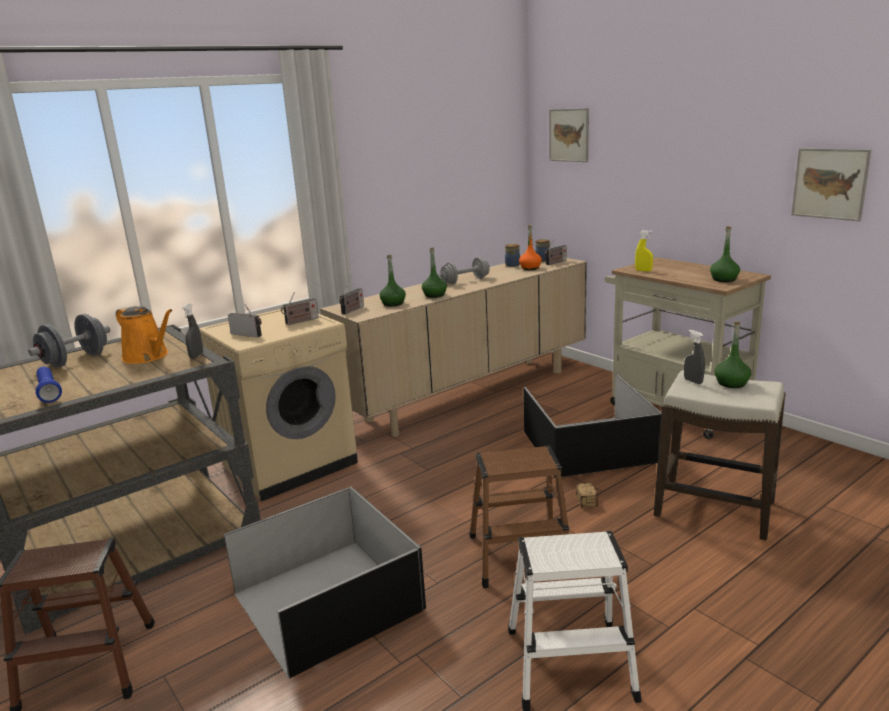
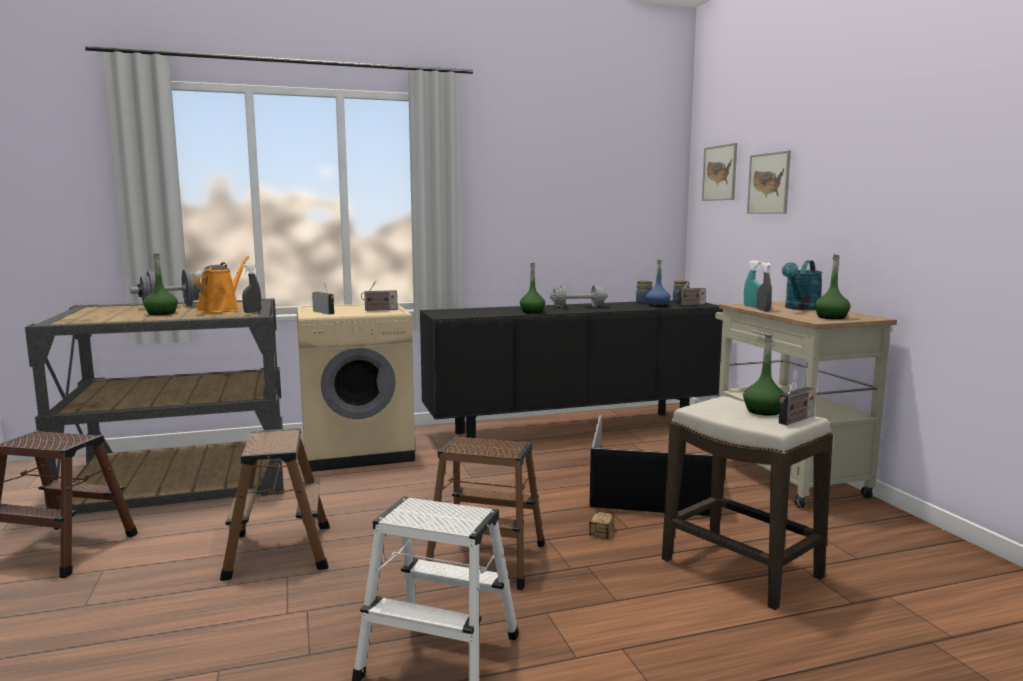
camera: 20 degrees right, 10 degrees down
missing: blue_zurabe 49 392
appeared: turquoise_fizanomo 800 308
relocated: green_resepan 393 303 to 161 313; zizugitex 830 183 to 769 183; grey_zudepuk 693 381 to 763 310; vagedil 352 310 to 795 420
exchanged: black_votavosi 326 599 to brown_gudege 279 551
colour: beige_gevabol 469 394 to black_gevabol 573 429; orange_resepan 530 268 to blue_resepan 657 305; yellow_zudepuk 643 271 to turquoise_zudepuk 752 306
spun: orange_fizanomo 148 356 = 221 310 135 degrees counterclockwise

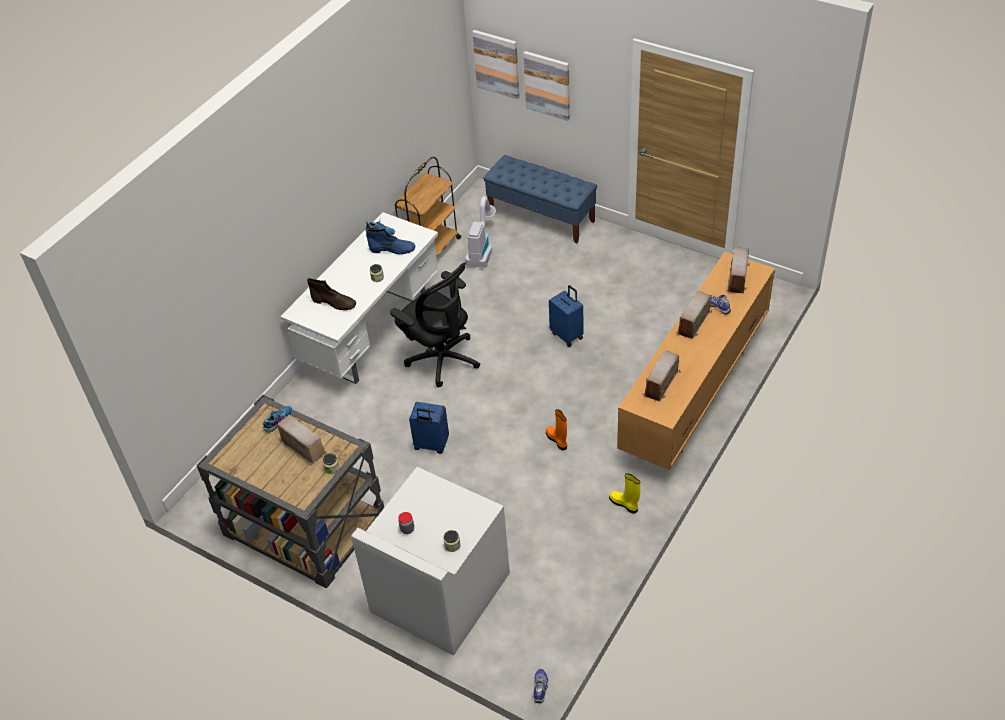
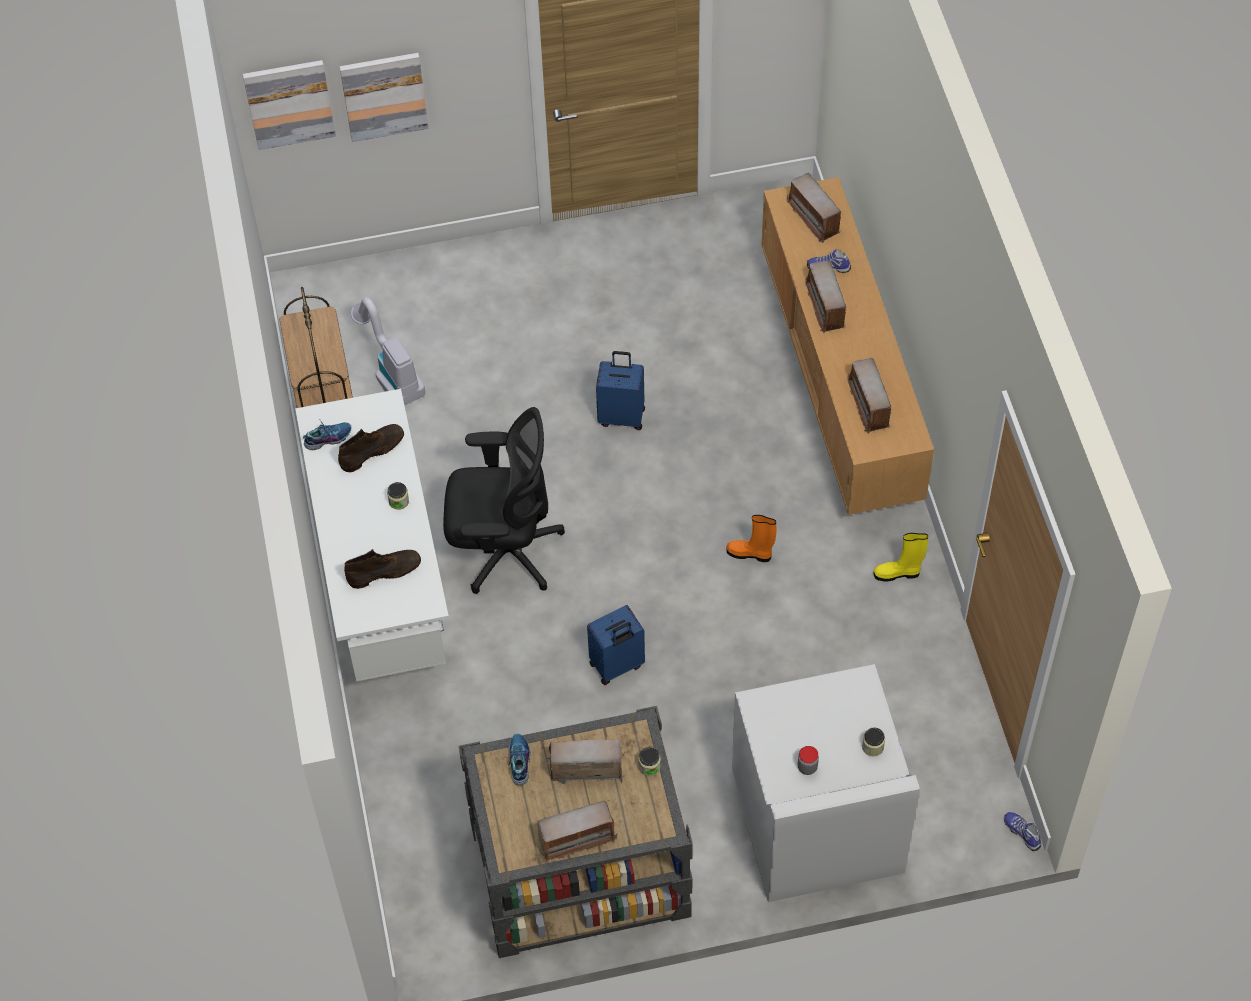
camera: 45 degrees left, 10 degrees up
missing: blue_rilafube 541 216
appeared: vagedil 577 838
colour: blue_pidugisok 393 249 to brown_pidugisok 372 450

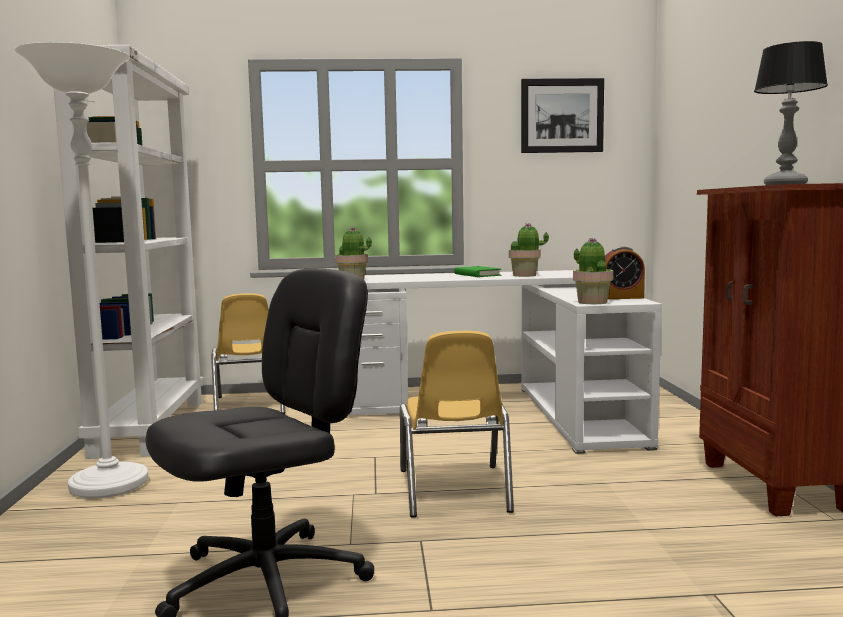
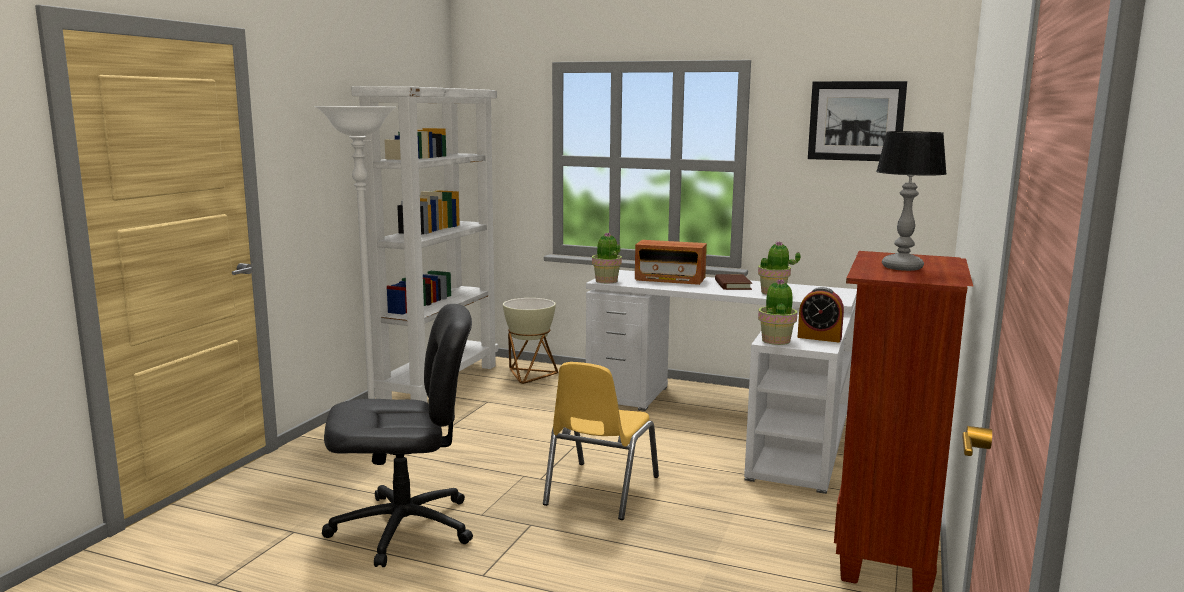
camera: 25 degrees right, 5 degrees up
appeared: vagedil 670 280
exchanged: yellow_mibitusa 250 405 to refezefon 529 376
colour: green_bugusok 477 275 to brown_bugusok 732 285

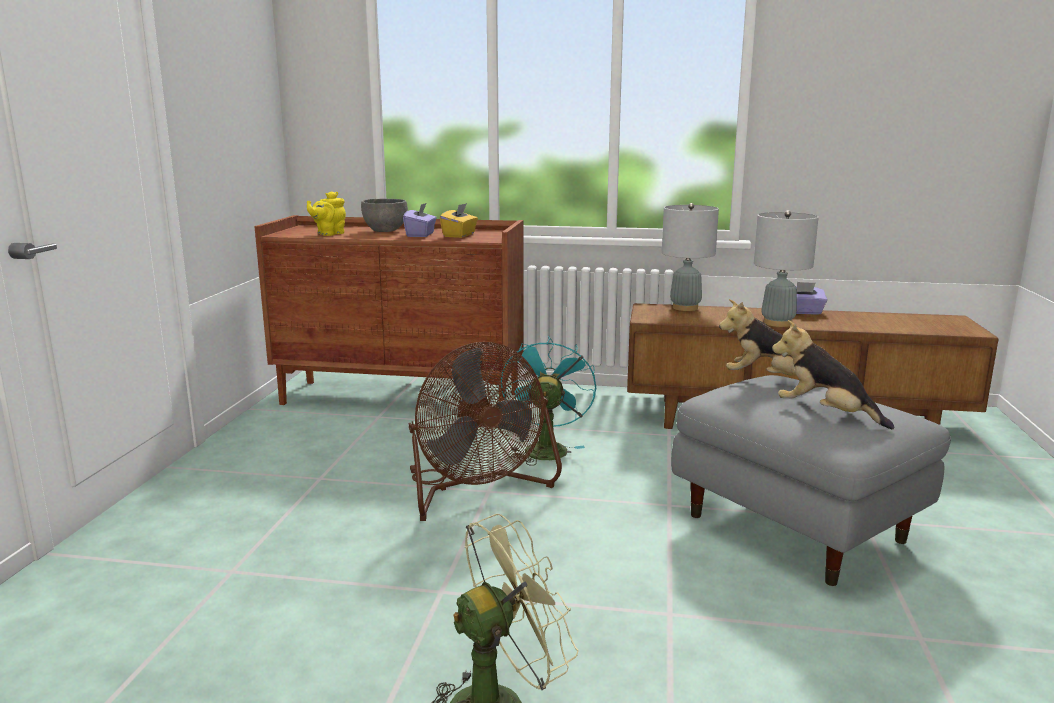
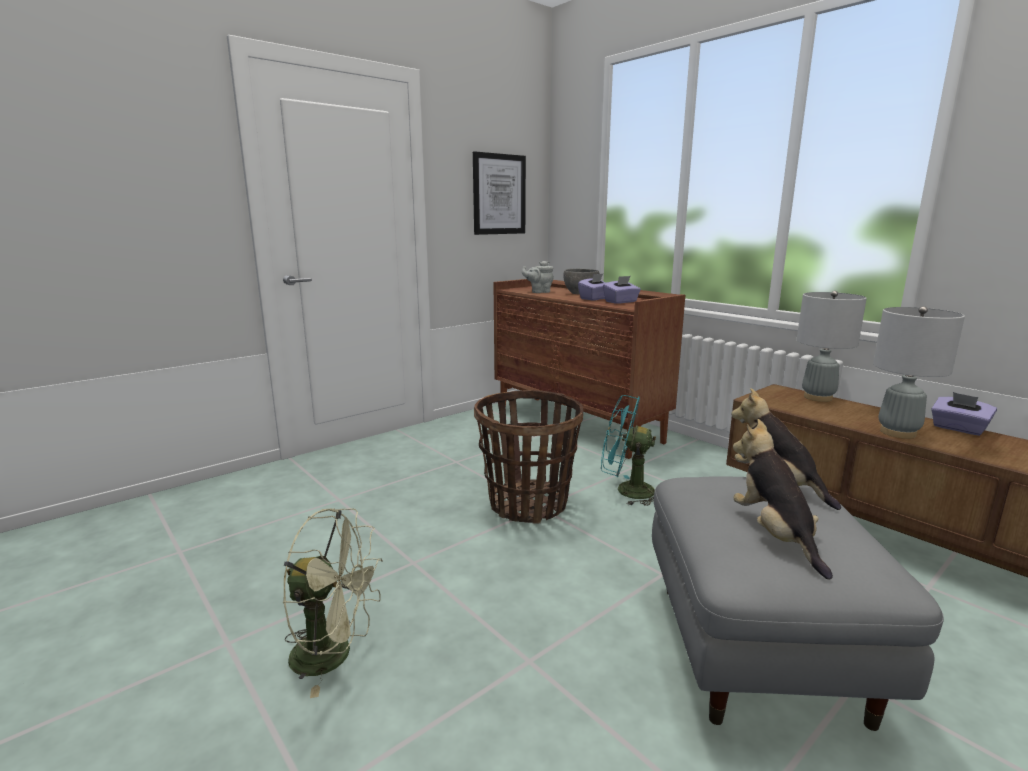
camera: 40 degrees right, 0 degrees up
appeared: zizugitex 499 194
exchanged: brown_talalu 471 492 to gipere 528 504
colour: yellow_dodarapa 329 234 to grey_dodarapa 539 292; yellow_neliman 459 235 to purple_neliman 621 302
spun: turquoise_talalu 545 448 = 626 491 120 degrees counterclockwise

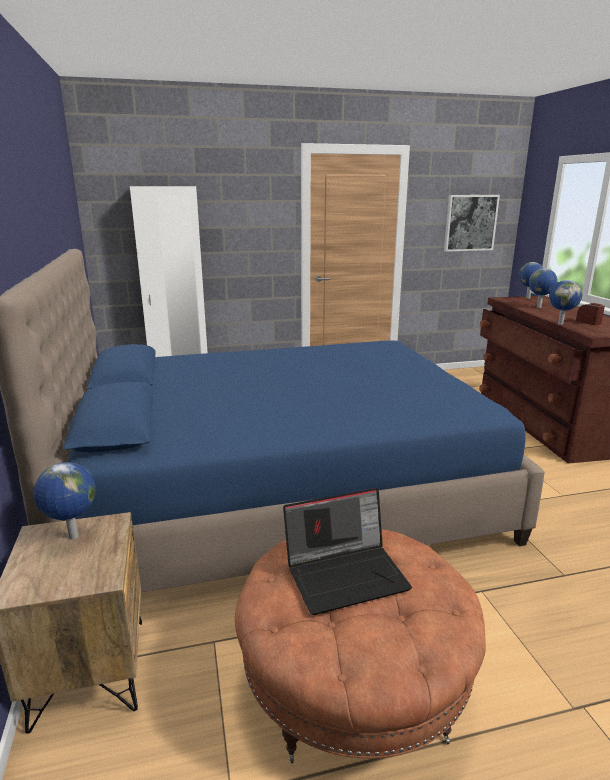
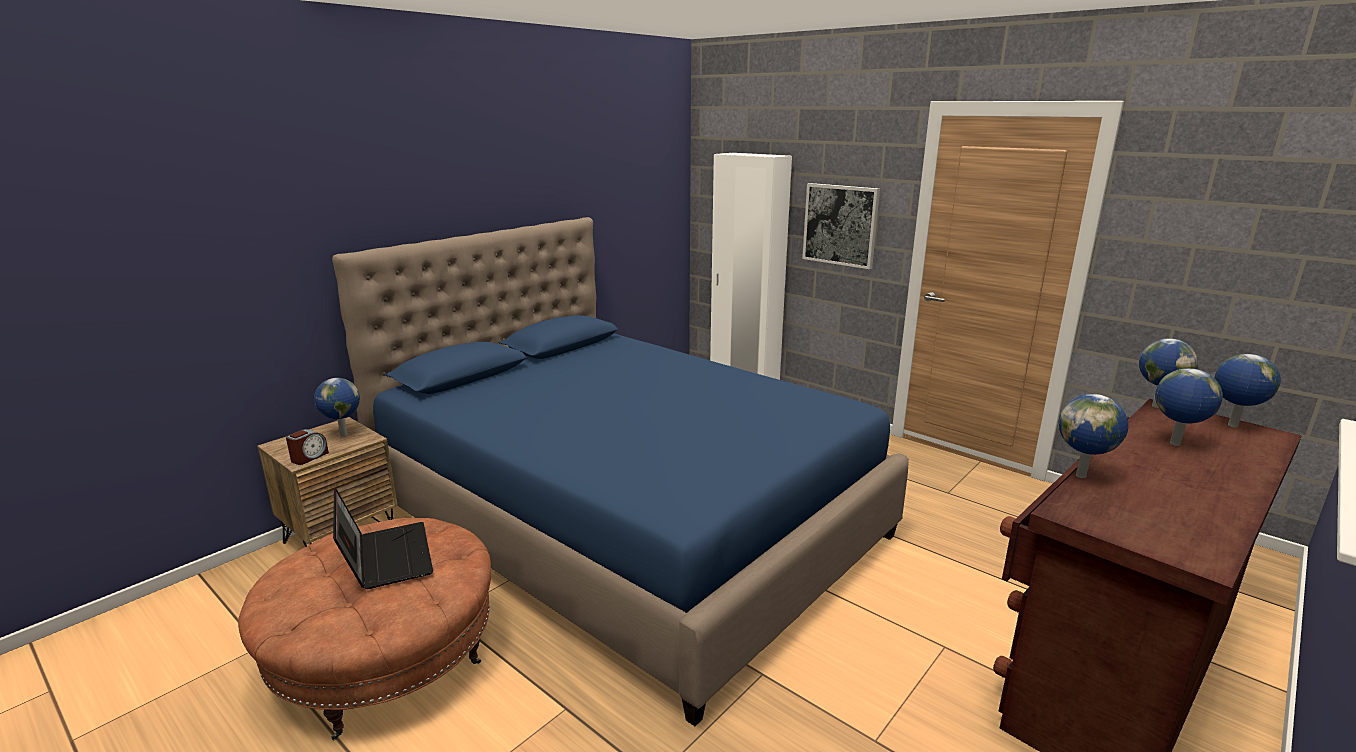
camera: 55 degrees right, 0 degrees up
appeared: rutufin 1155 405
relocated: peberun 589 322 to 309 457; zizugitex 470 223 to 840 225
spun: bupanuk 346 574 = 385 557 150 degrees counterclockwise

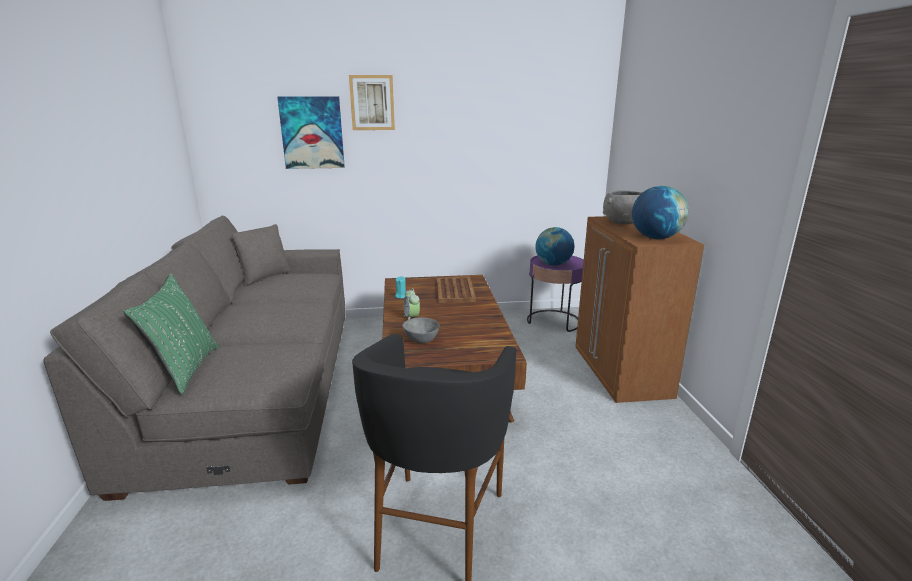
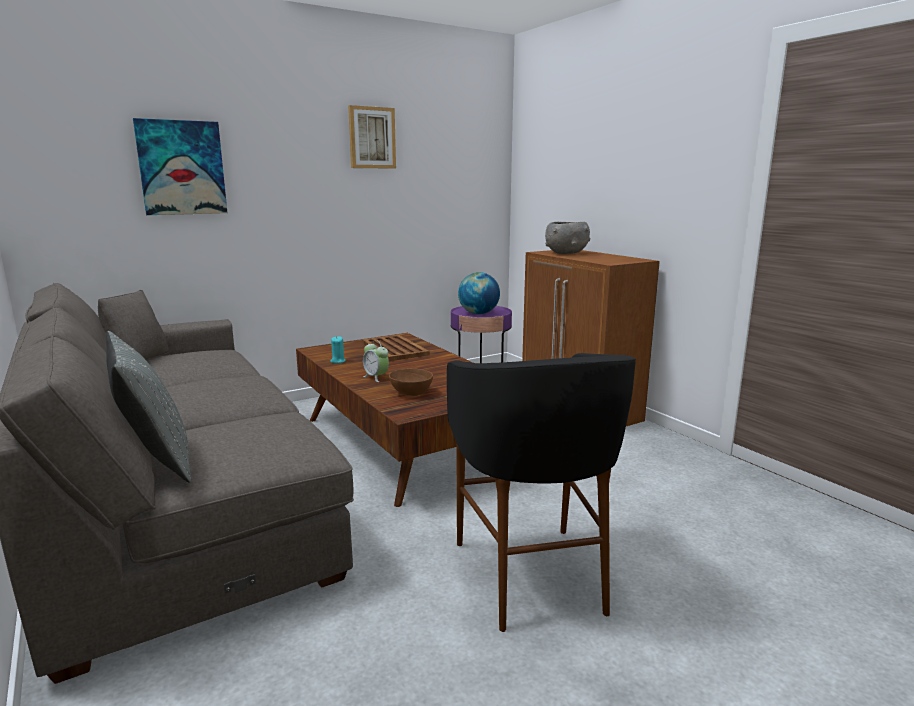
camera: 25 degrees left, 5 degrees down
missing: rutufin 655 238
relocated: zizugitex 372 103 to 372 138
colour: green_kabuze 185 369 to grey_kabuze 156 461; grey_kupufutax 421 339 to brown_kupufutax 410 393

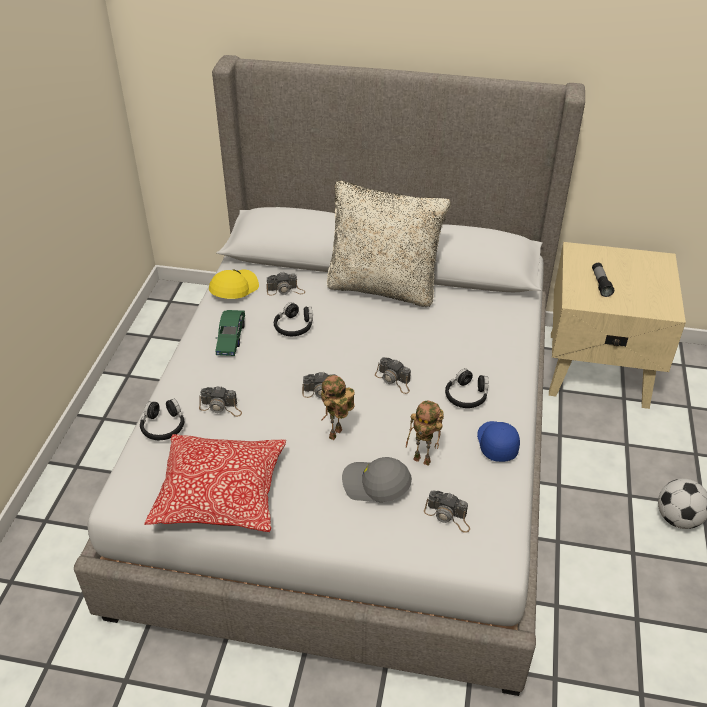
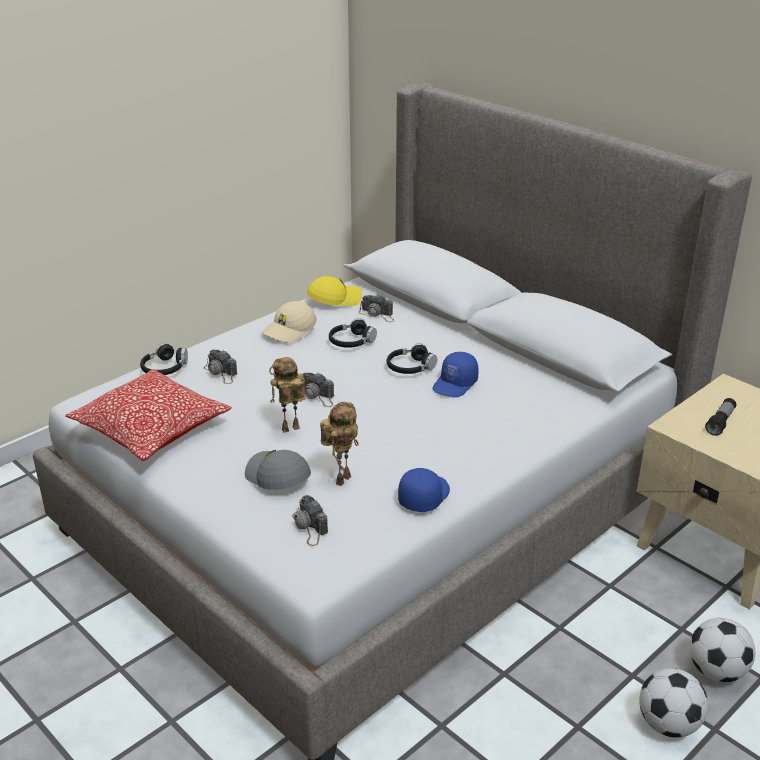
camera: 35 degrees right, 10 degrees down
missing: beige_kabuze 383 290; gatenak 394 380
appeared: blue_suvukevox 455 384; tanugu 716 671
relocated: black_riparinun 466 395 to 410 367
exchanged: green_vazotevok 231 338 to beige_suvukevox 290 331
spun: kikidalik 424 459 = 342 478 120 degrees counterclockwise

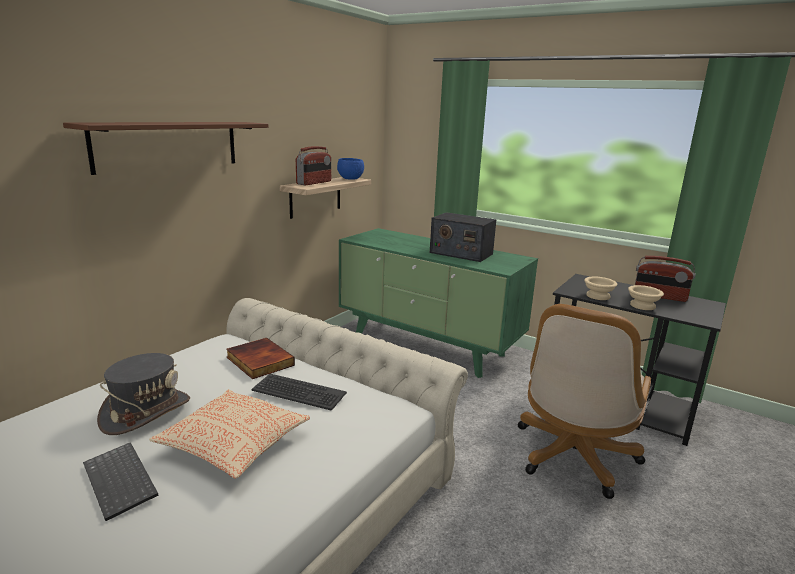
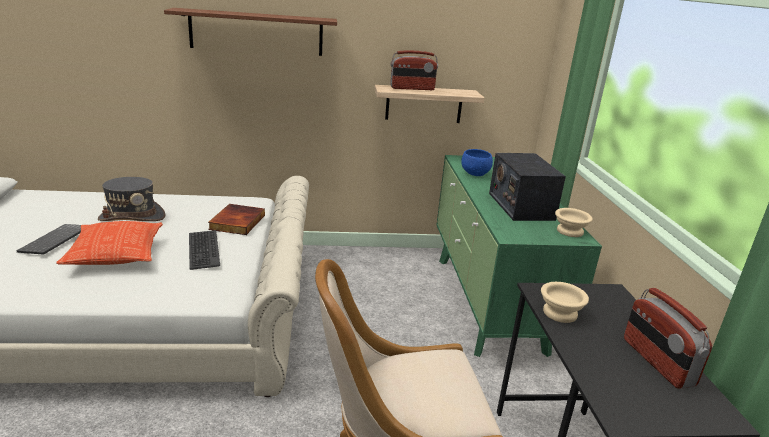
camera: 50 degrees right, 5 degrees up
relocated: blue_kupufutax 351 179 to 475 174; beige_kupufutax 641 305 to 569 231
colour: beige_kabuze 233 445 to orange_kabuze 116 255

